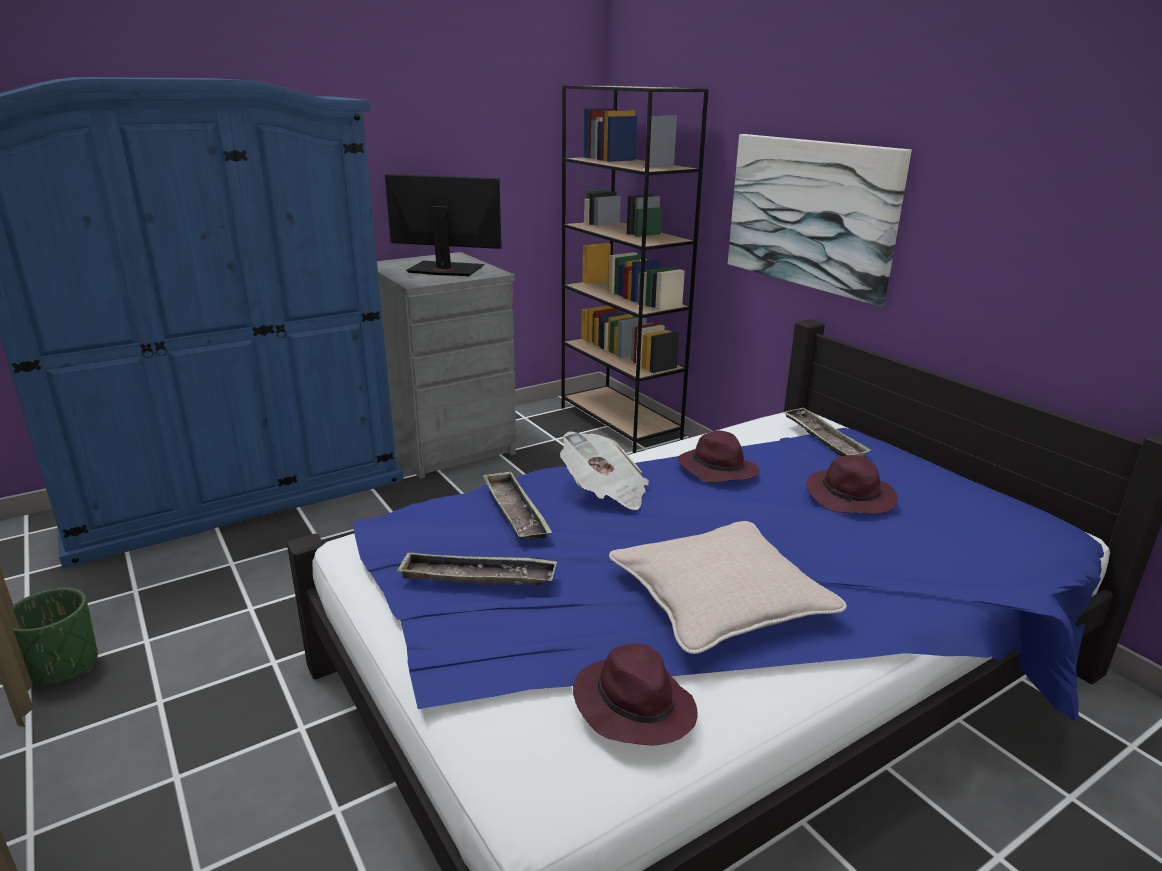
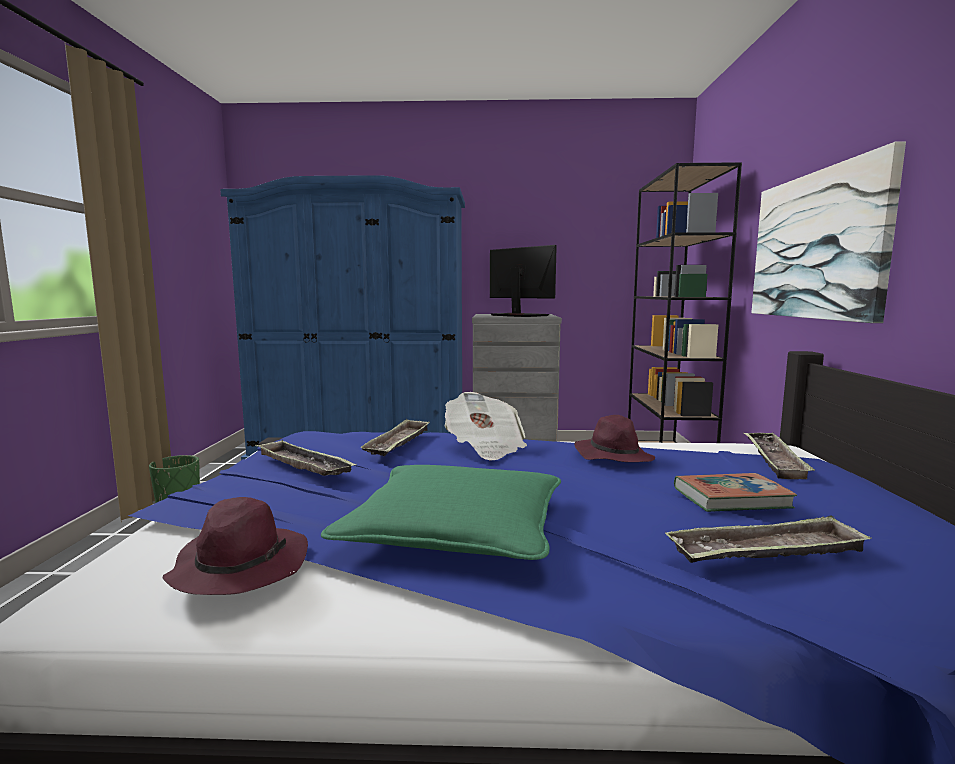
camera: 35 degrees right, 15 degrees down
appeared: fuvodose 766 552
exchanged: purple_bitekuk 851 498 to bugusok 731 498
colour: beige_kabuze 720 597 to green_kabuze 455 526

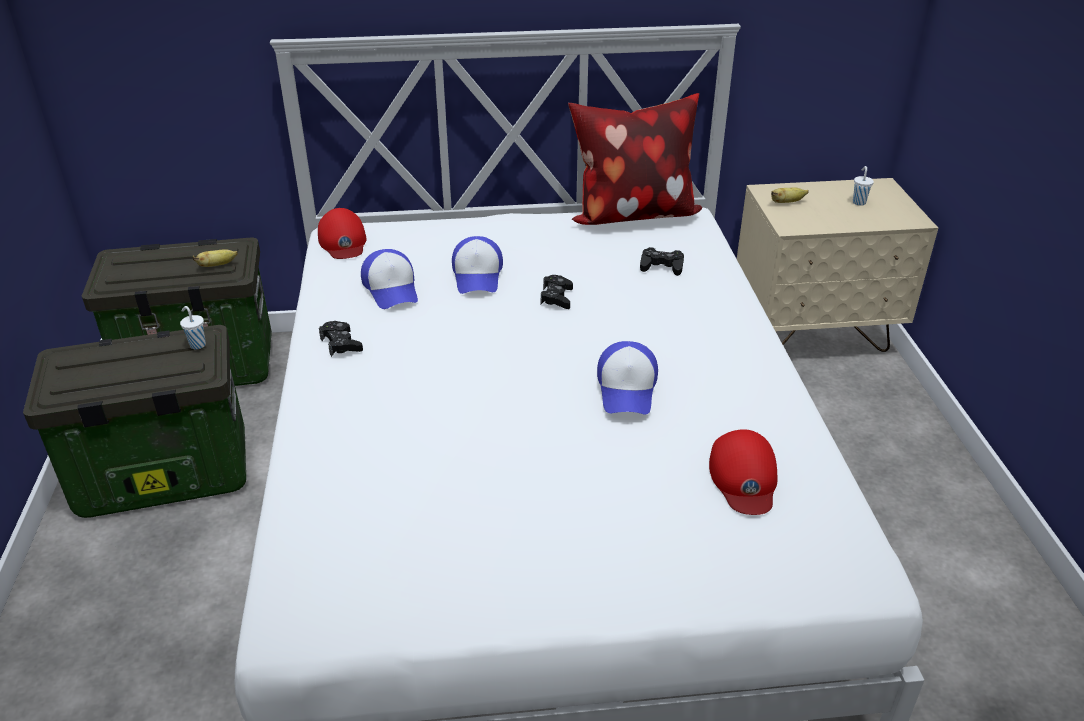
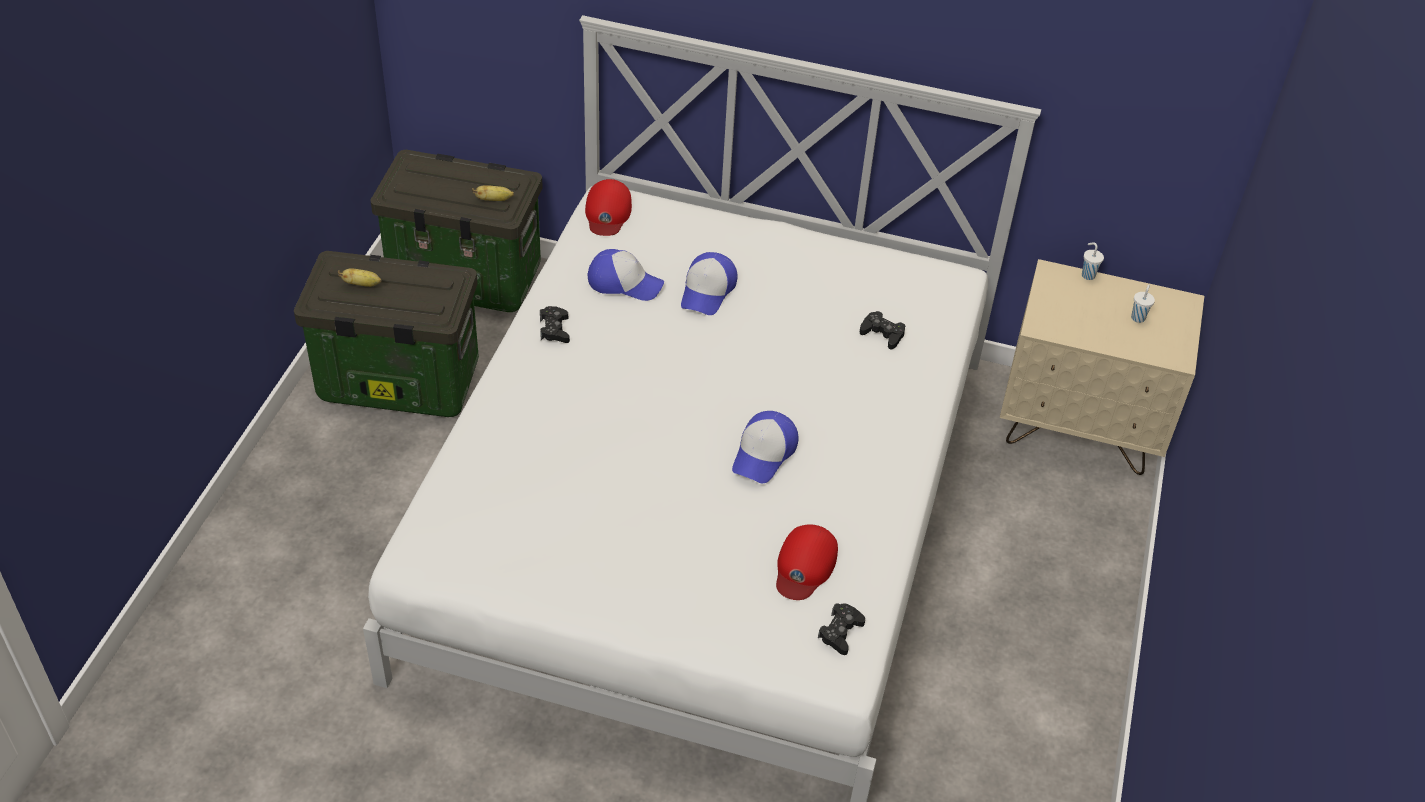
camera: 20 degrees right, 10 degrees up
missing: kabuze 632 214
relocated: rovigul 786 202 to 362 284; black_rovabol 556 297 to 840 632; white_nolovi 197 345 to 1087 275
spun: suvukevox 392 289 = 624 282 75 degrees counterclockwise

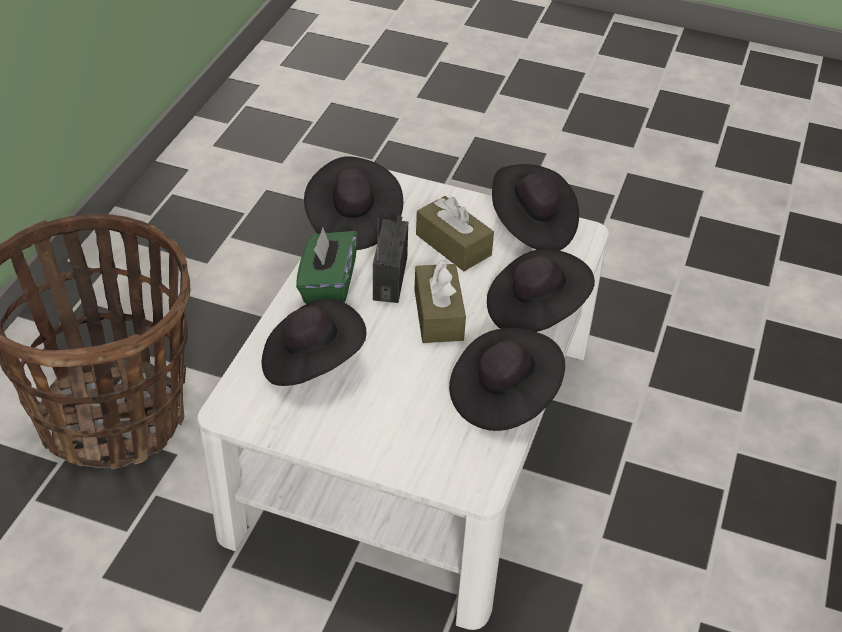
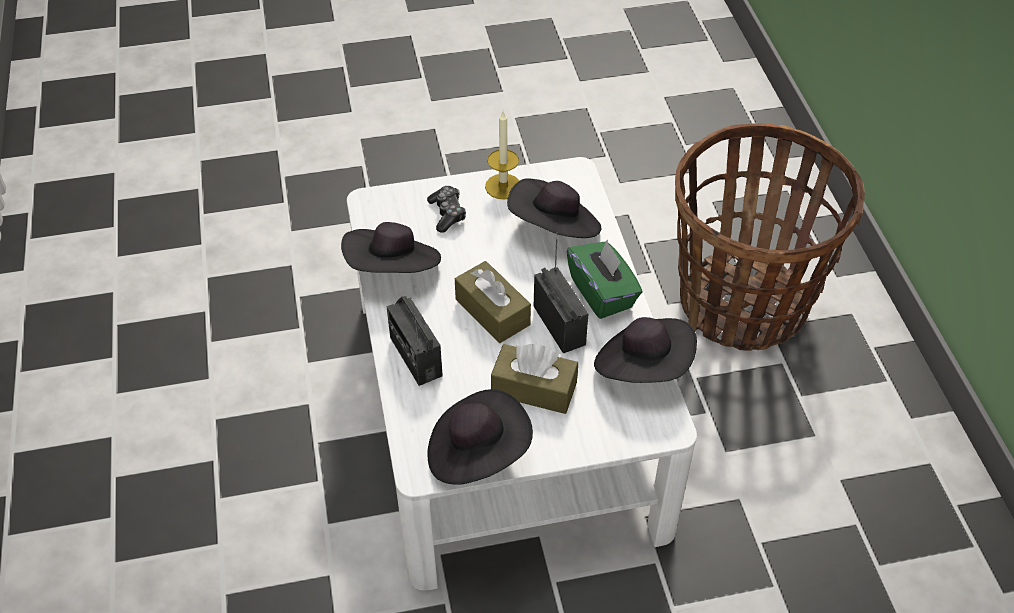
camera: 150 degrees right, 5 degrees up
appeared: rovabol 447 214; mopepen 503 186
exchanged: black_bitekuk 535 310 to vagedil 415 357

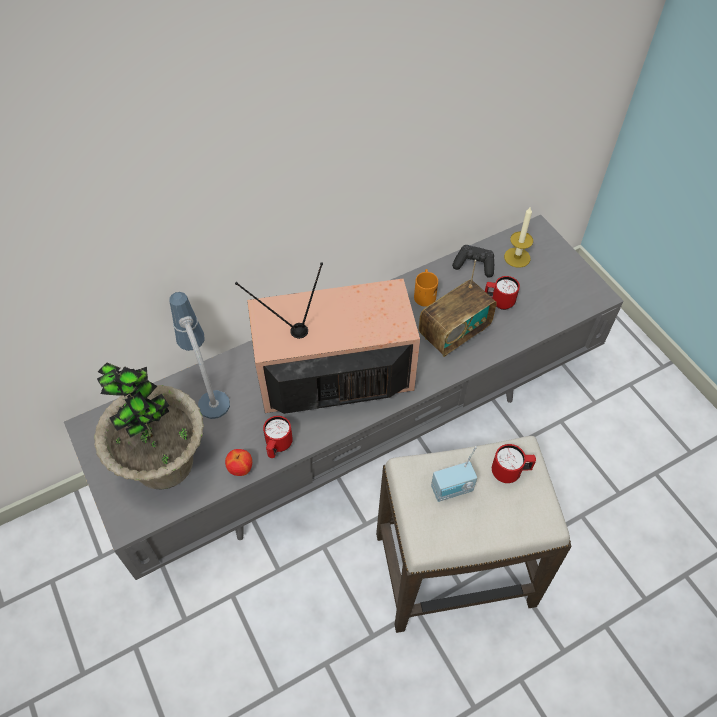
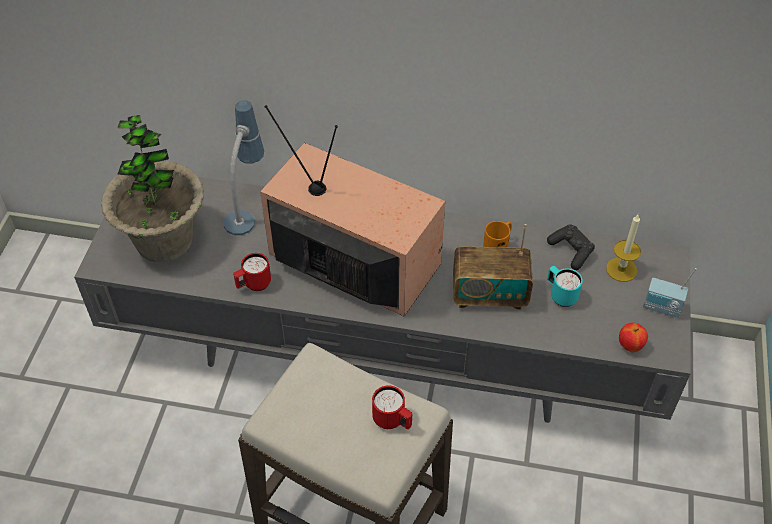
camera: 40 degrees right, 5 degrees down
relocated: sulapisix 240 469 to 630 346; vagedil 452 490 to 661 308
colour: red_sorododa 498 302 to turquoise_sorododa 560 295

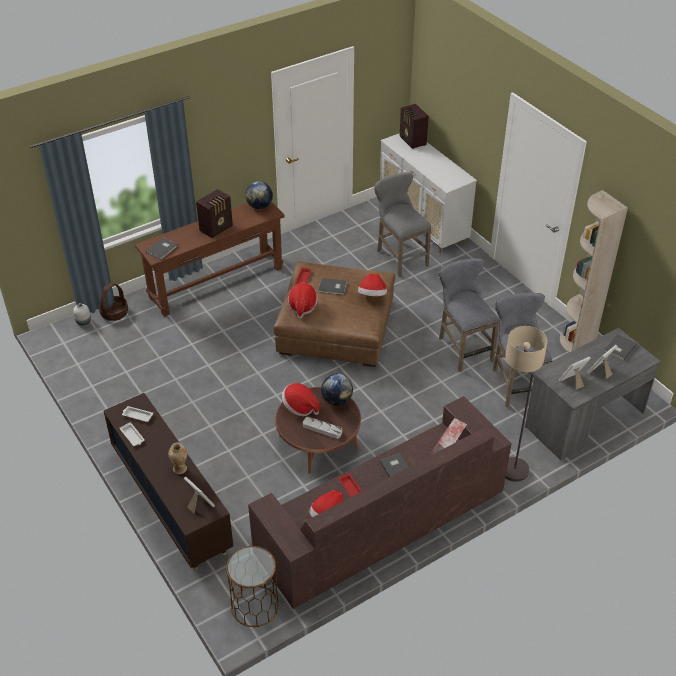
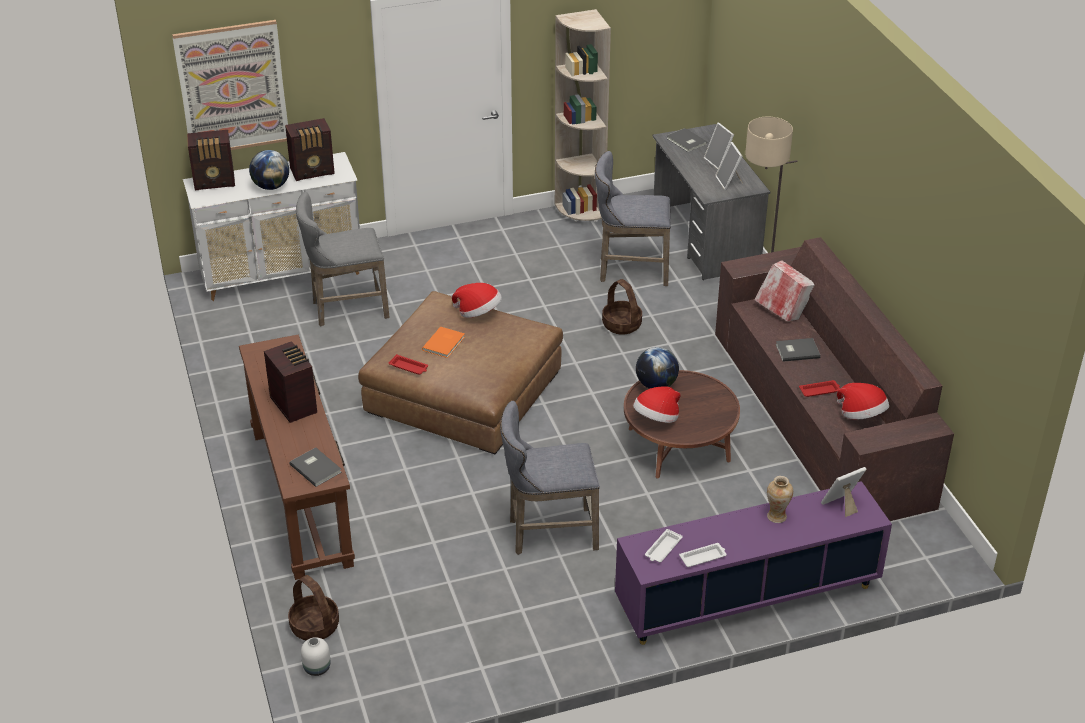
camera: 75 degrees left, 5 degrees down
missing: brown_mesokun 255 606; bitekuk 302 306; grey_fuvodose 322 429
appeared: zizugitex 232 88; vagedil 313 171; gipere 622 324
relocated: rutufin 259 206 to 271 186; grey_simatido 462 347 to 548 533
colour: grey_bugusok 332 287 to orange_bugusok 445 343; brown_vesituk 170 501 to purple_vesituk 746 600

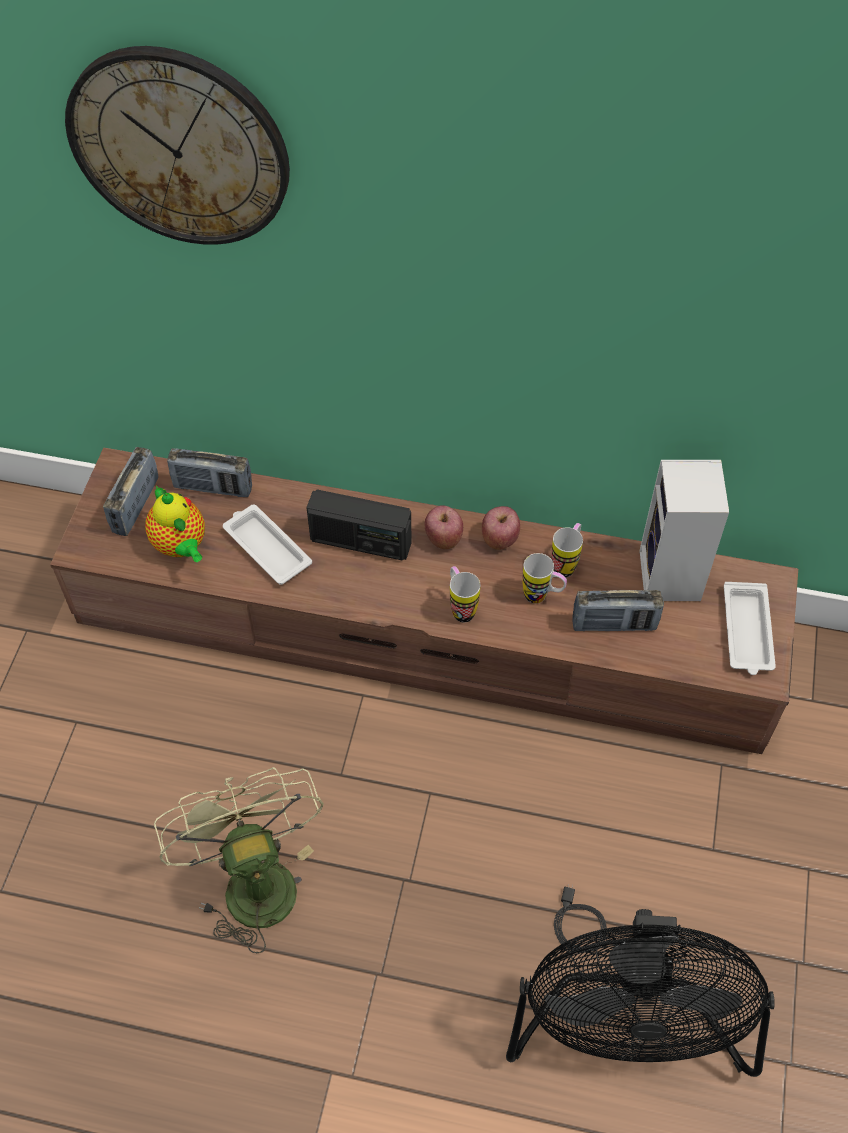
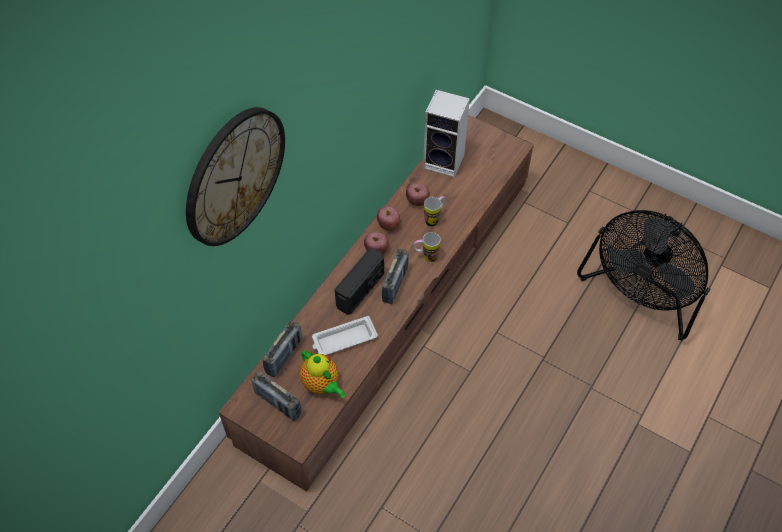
camera: 70 degrees left, 0 degrees up
missing: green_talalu 252 879; white_fuvodose 747 632
relocated: vagedil 614 624 to 395 284
exchanged: sorododa 566 563 to sulapisix 417 201
spun: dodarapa 181 546 = 322 384 60 degrees clockwise; black_talalu 618 1012 = 638 290 105 degrees clockwise

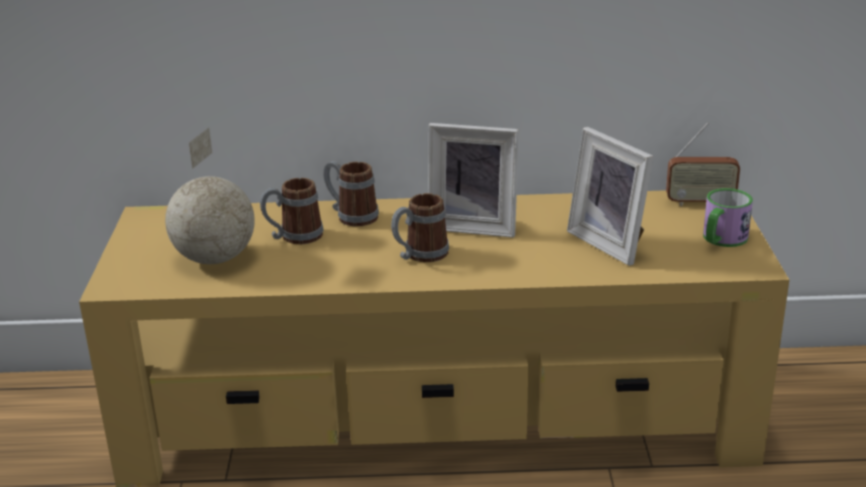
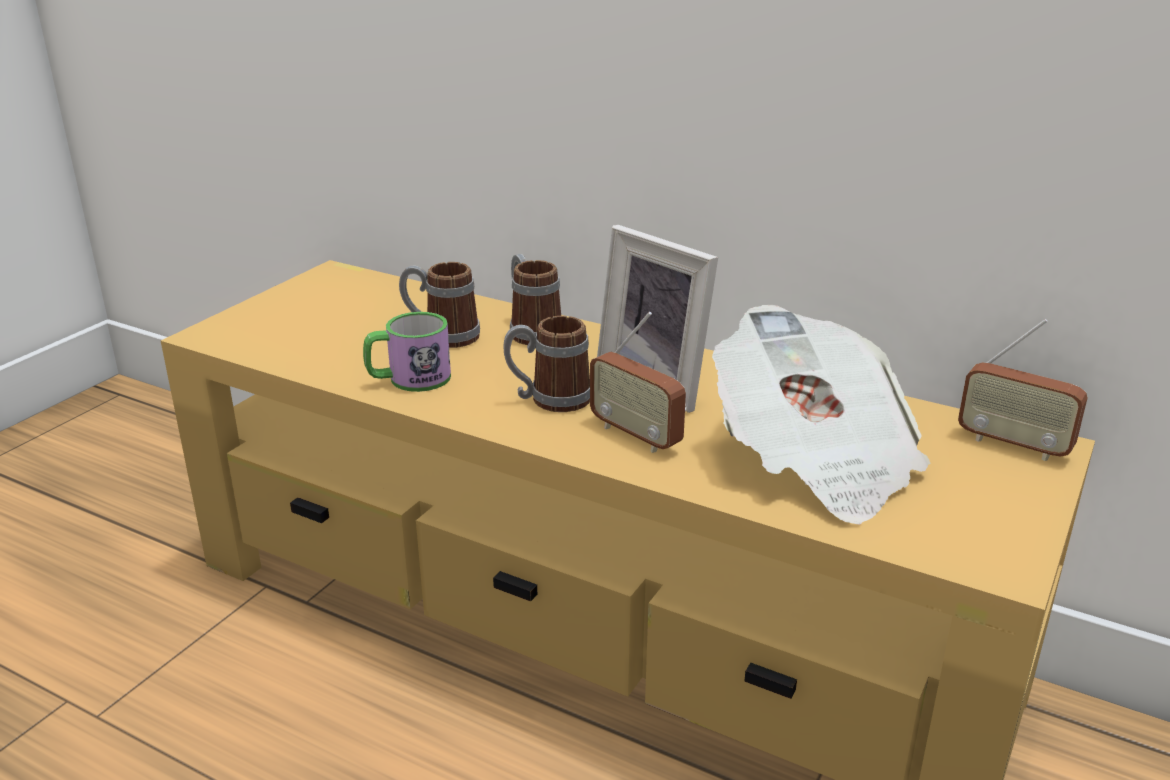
camera: 30 degrees right, 0 degrees up
missing: rutufin 216 258
appeared: vagedil 636 435
relocated: sorododa 721 240 to 409 379
exchanged: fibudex 612 243 to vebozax 815 461

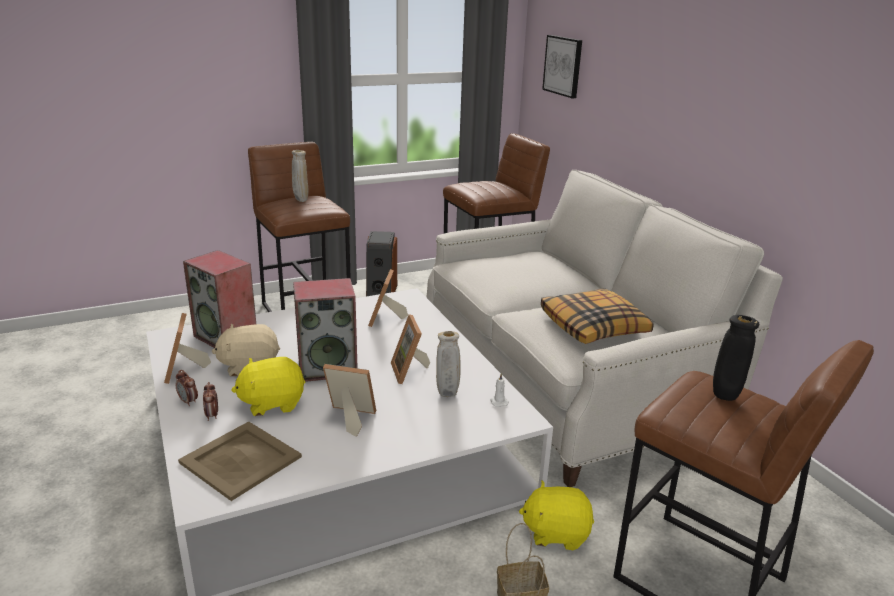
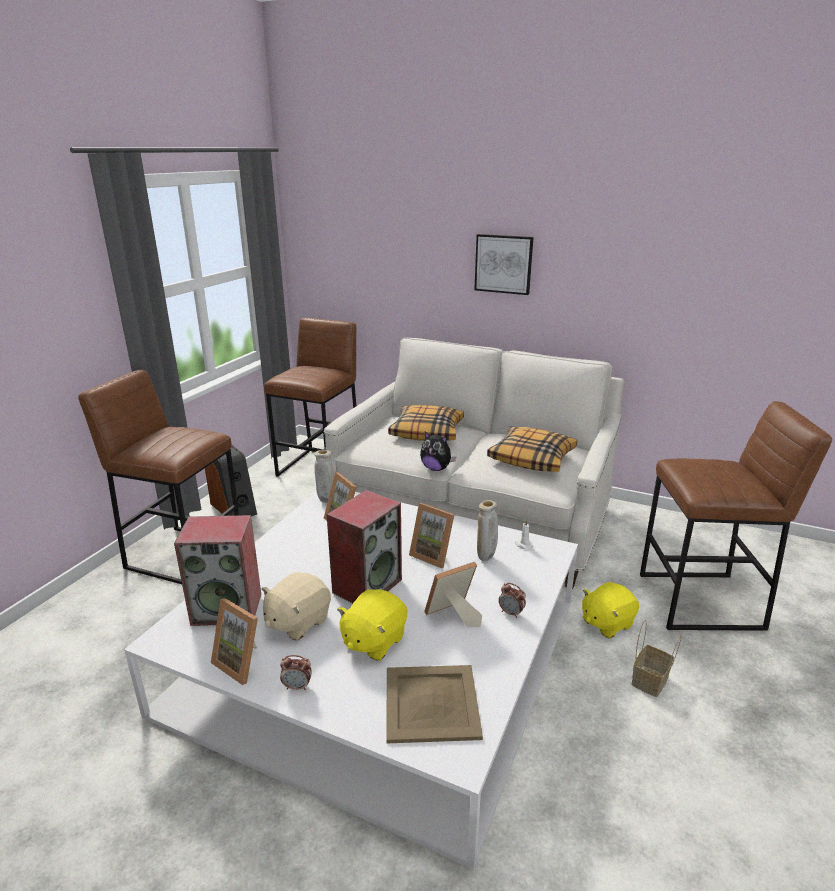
camera: 40 degrees left, 0 degrees up
missing: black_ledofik 725 397
appeared: kabuze 427 432; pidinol 436 468
relocated: beige_ledofik 301 201 to 326 501; zizugitex 563 66 to 503 264; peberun 212 415 to 511 613

